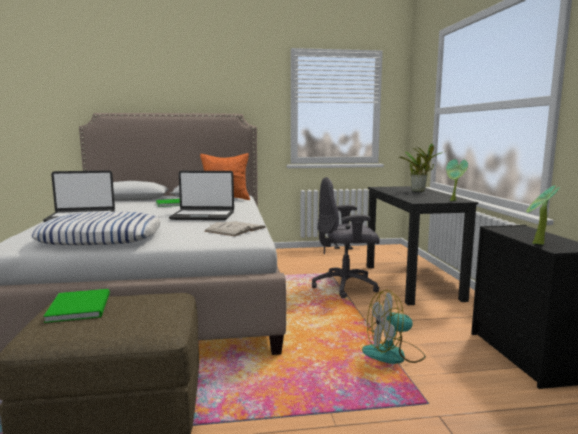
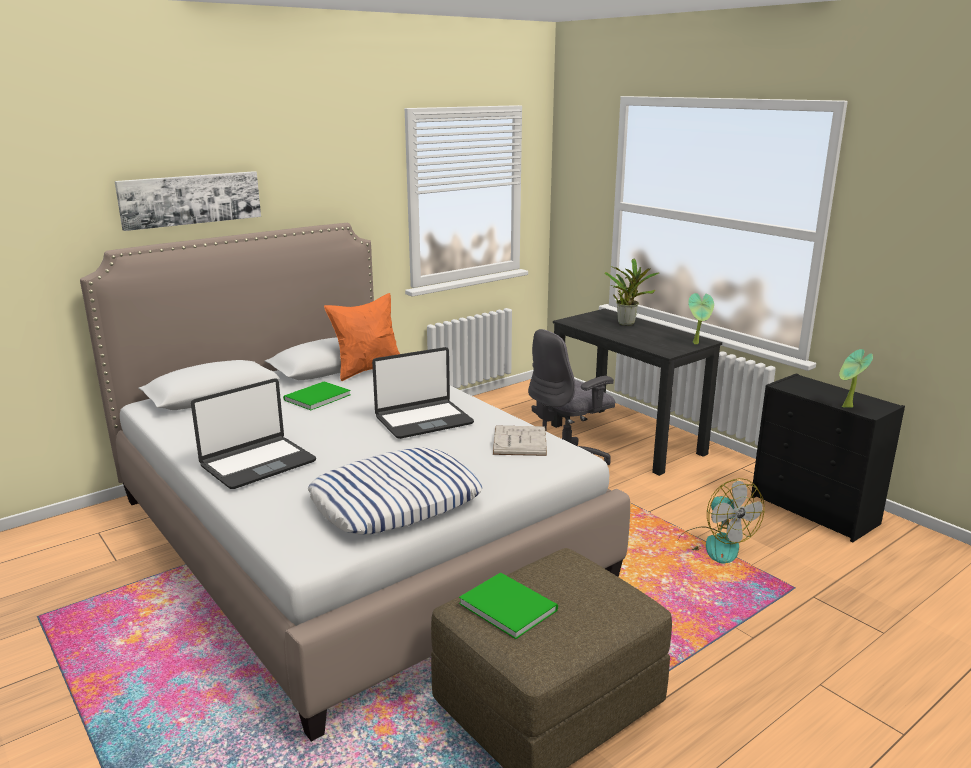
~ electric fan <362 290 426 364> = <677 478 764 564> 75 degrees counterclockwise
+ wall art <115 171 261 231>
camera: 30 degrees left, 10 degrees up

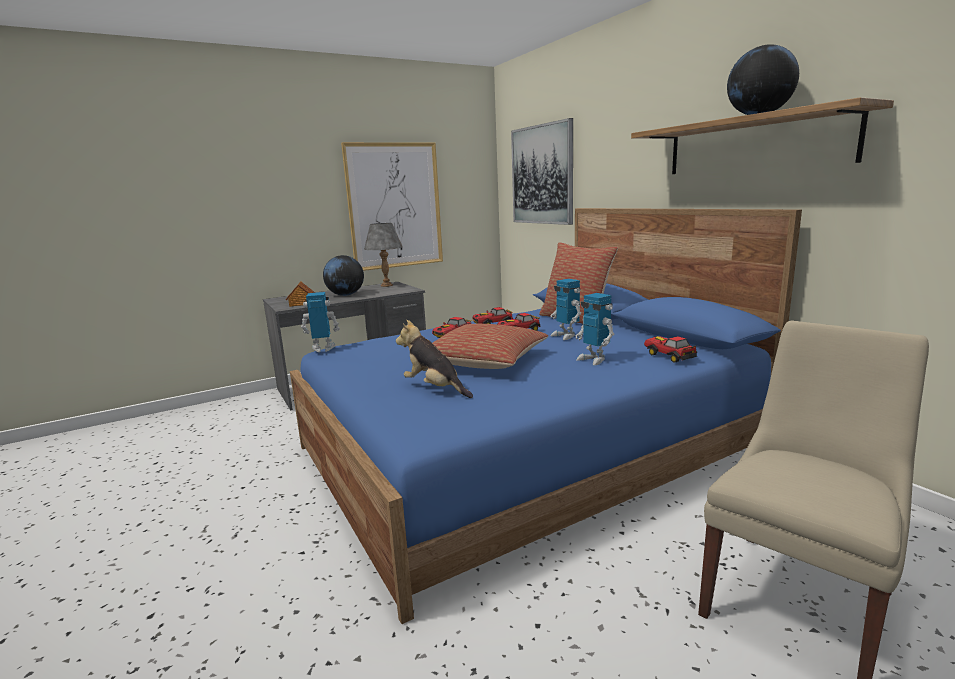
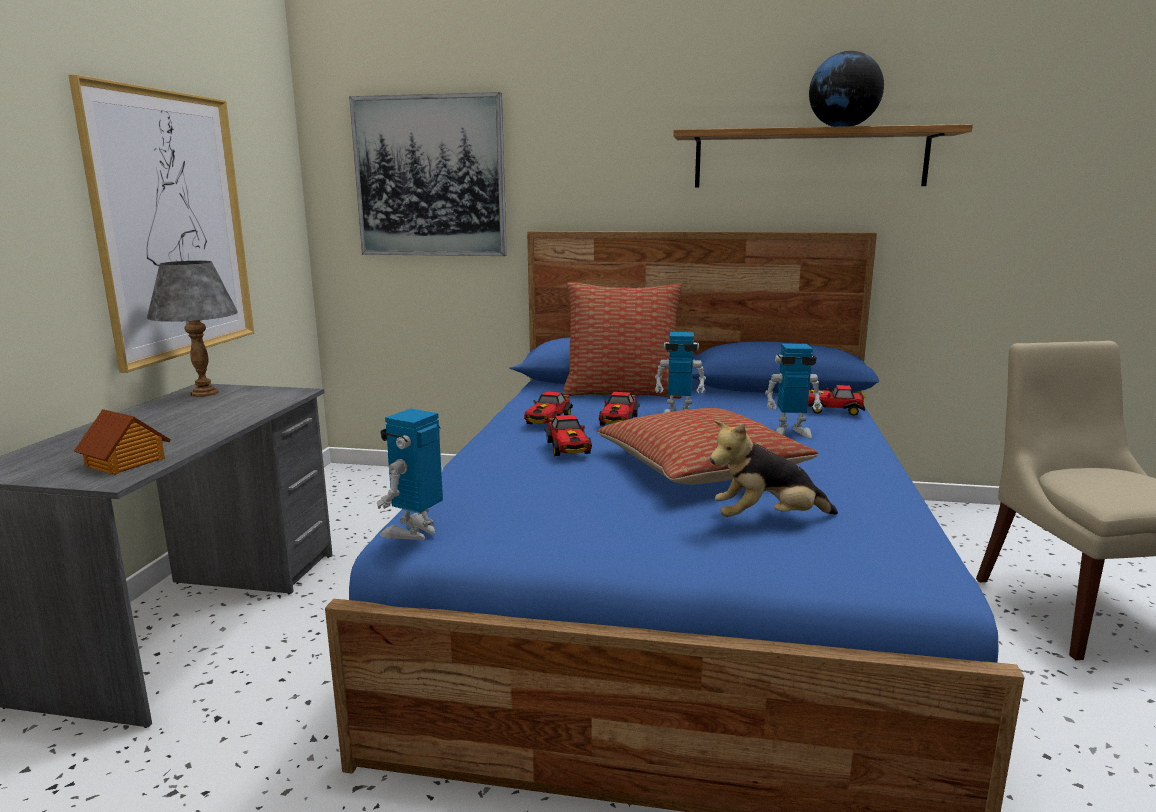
- desk globe <323 255 364 296>
camera: 50 degrees left, 0 degrees up

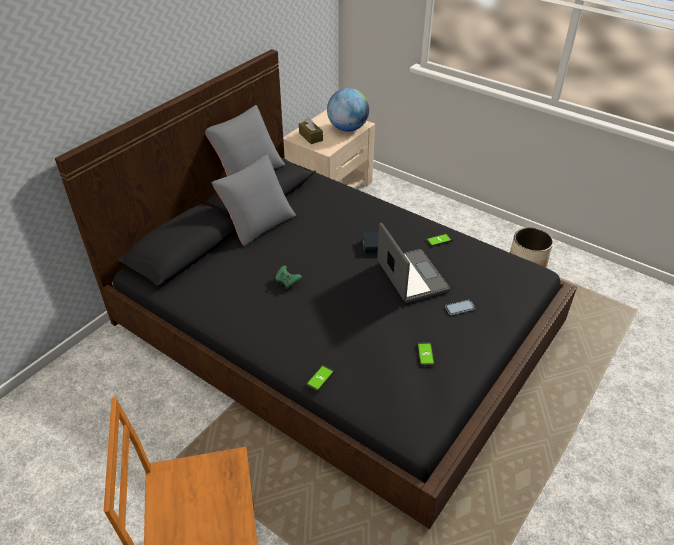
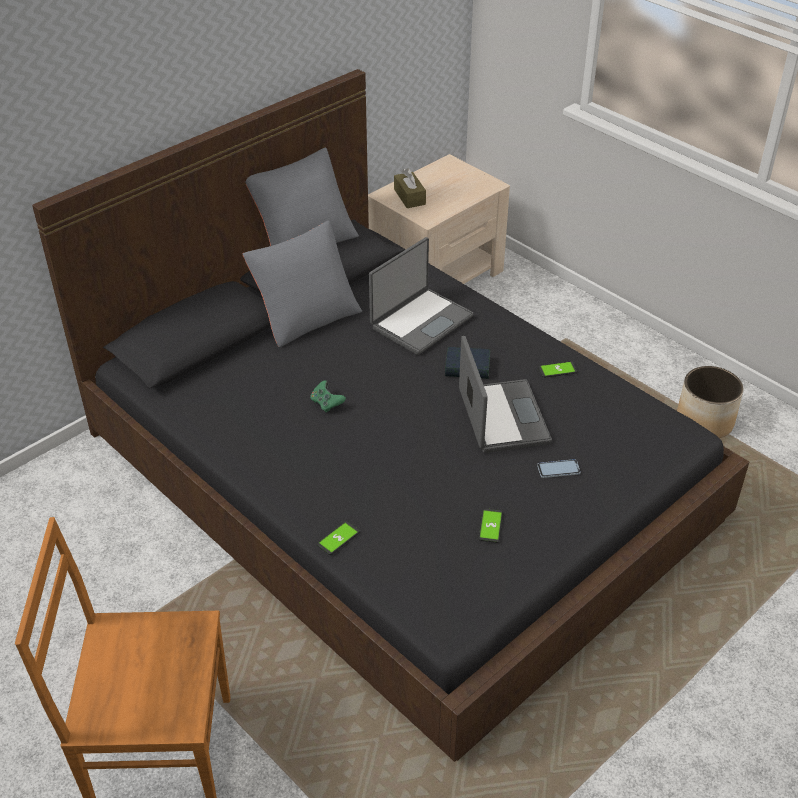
- desk globe <327 88 369 132>
+ portable computer <369 237 474 355>
camera: 10 degrees right, 0 degrees up

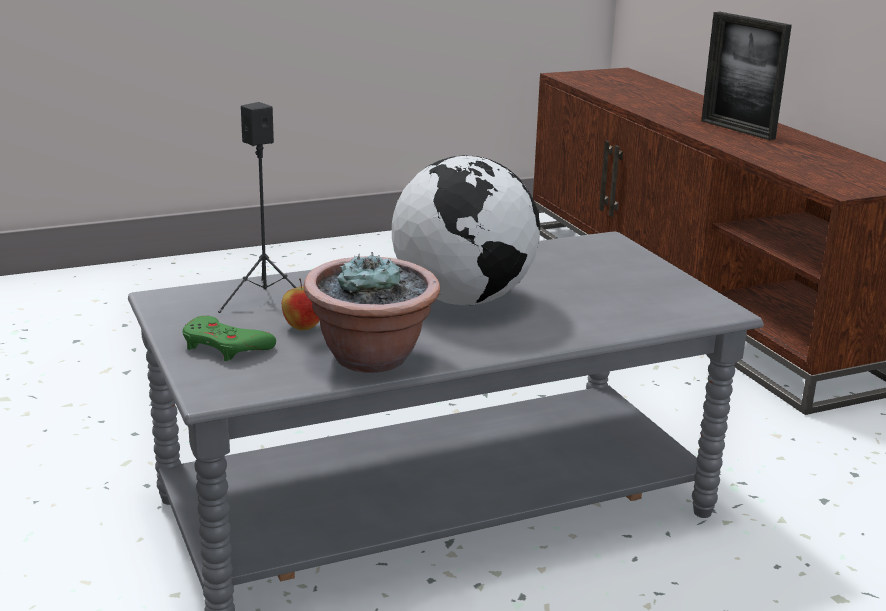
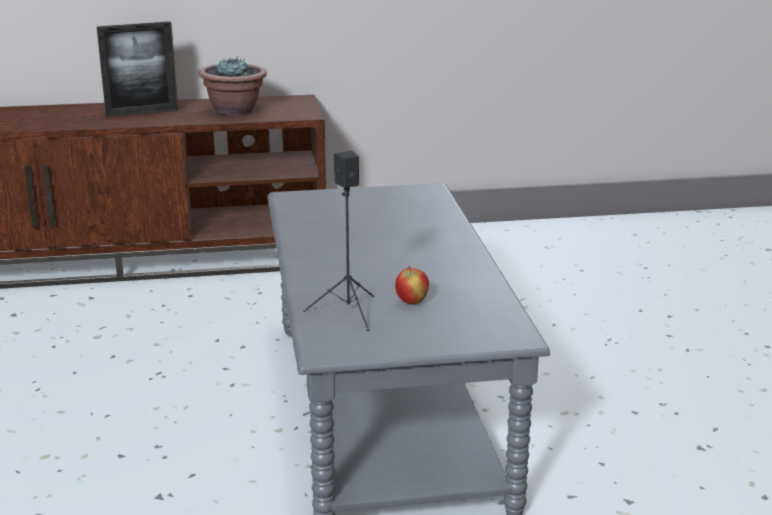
- green-coloured joypad <183 316 276 361>
~ houseplant <303 252 440 373> to <199 57 267 116>
- desk globe <392 155 540 305>
camera: 75 degrees left, 0 degrees up

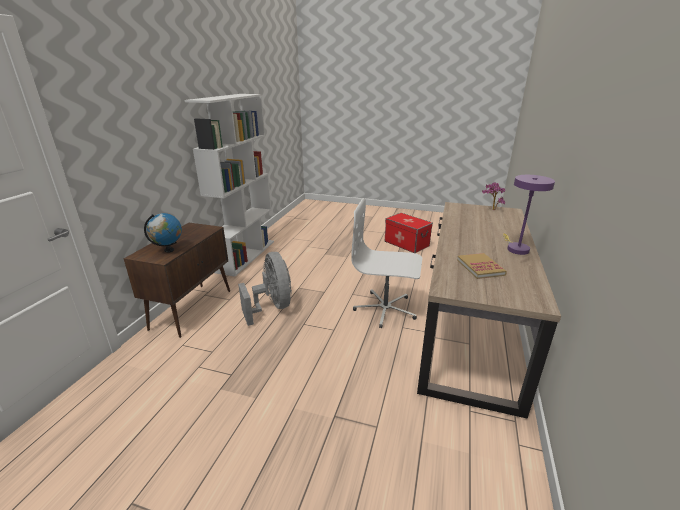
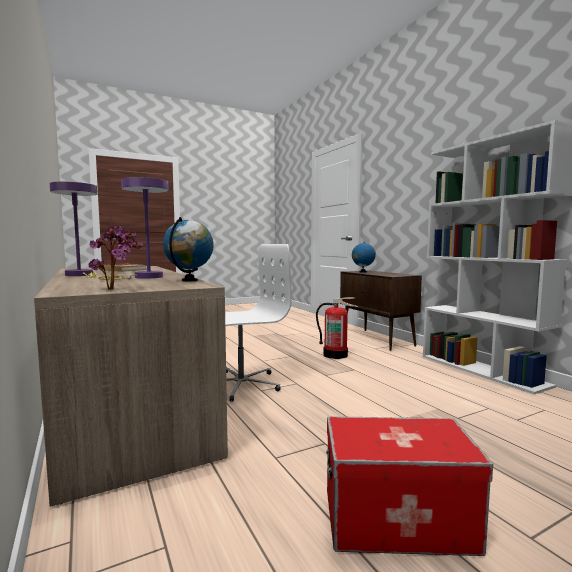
~ gray electric fan <238 252 292 326> to extinguisher <316 297 358 359>
+ purple-coloured table lamp <98 177 169 280>
+ desk globe <163 217 214 281>
camera: 135 degrees right, 20 degrees down

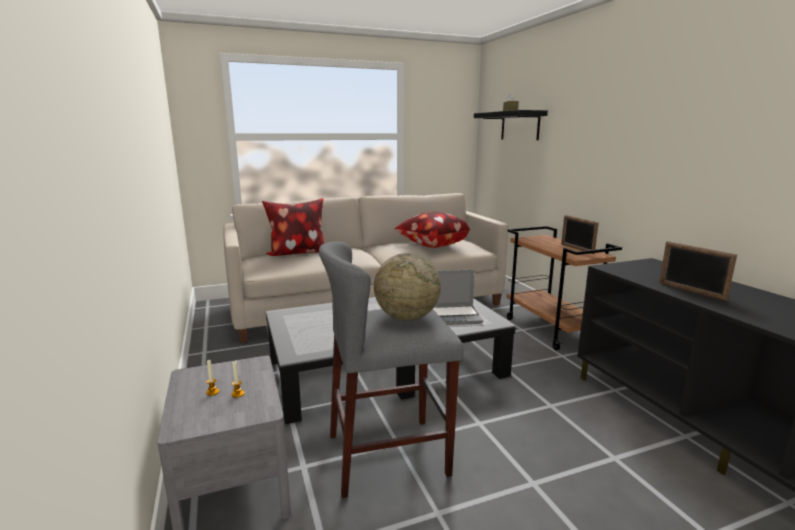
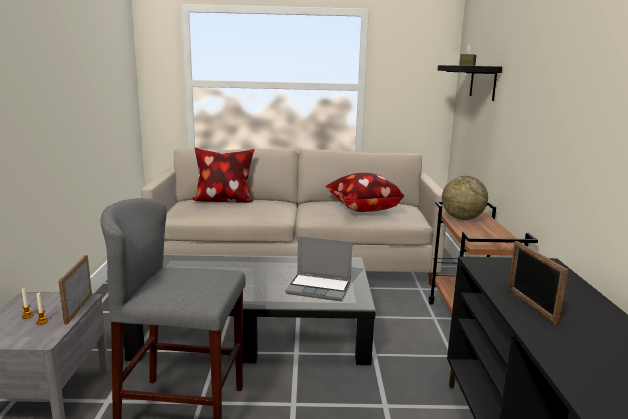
~ desk globe <374 253 441 320> to <442 176 488 220>
~ photo frame <561 215 599 254> to <58 255 92 325>
camera: 20 degrees right, 0 degrees up

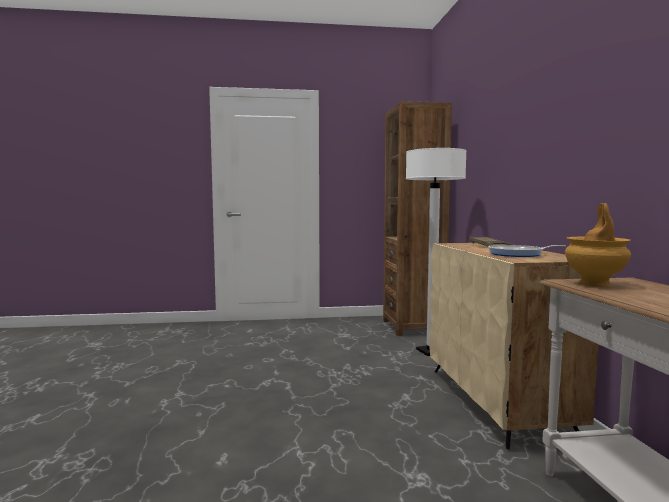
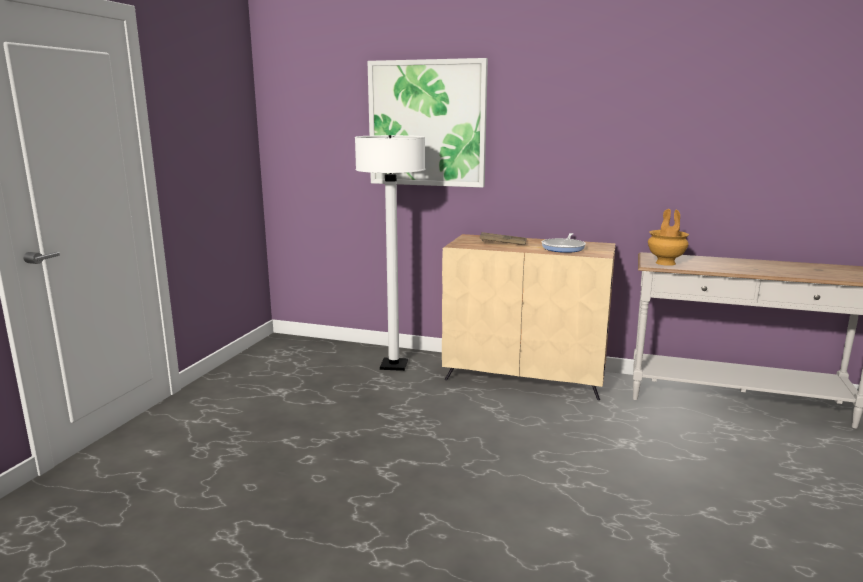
- brown-coloured shelving unit <383 101 452 336>
+ wall art <367 58 488 188>
camera: 65 degrees left, 10 degrees up

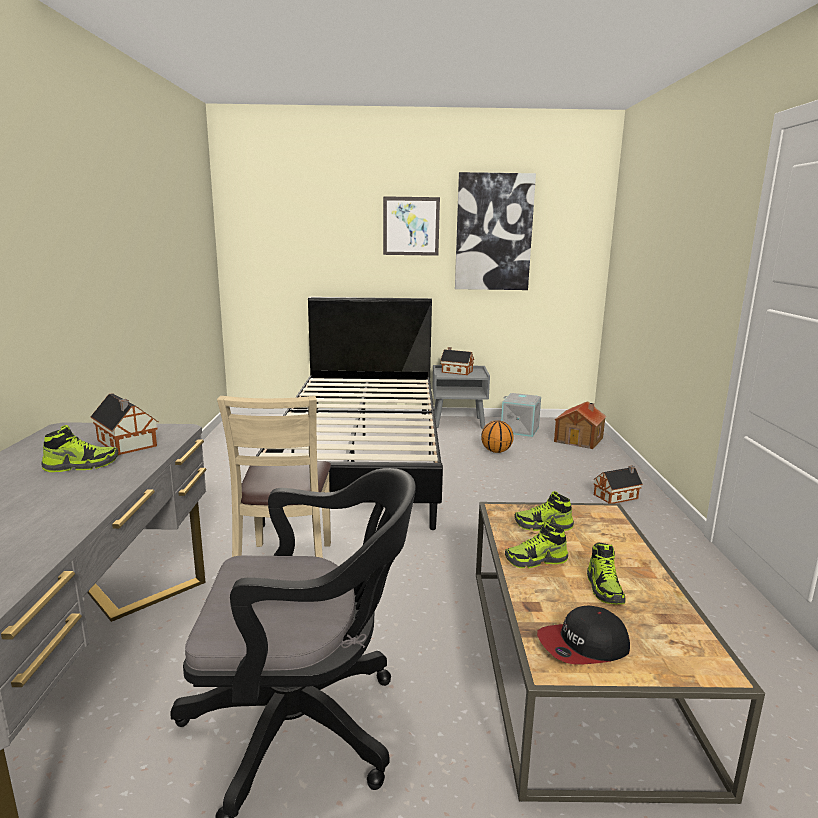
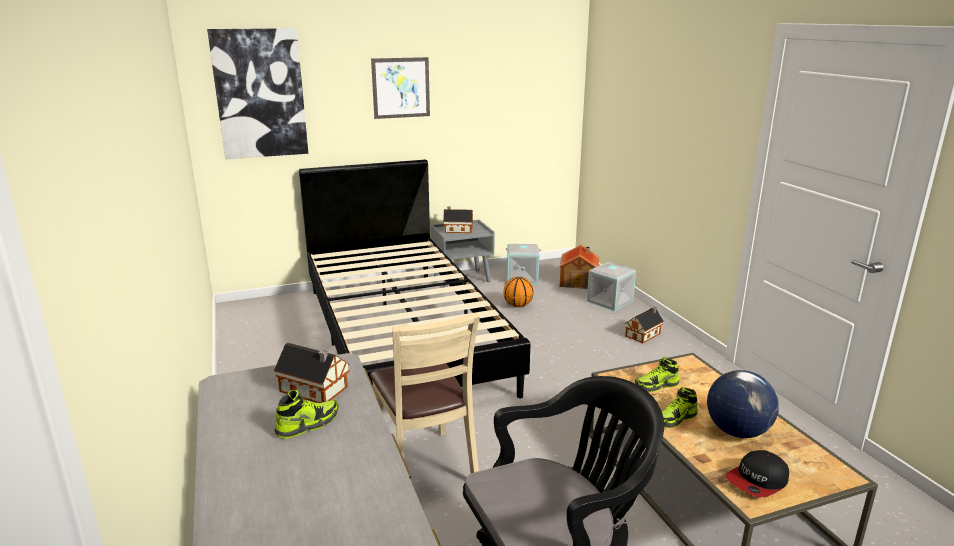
~ wall art <455 172 536 290> to <207 28 308 159>
~ low shoe <587 542 625 604> to desk globe <707 370 779 438>
+ gray storage bin <587 262 636 311>
camera: 20 degrees left, 5 degrees up

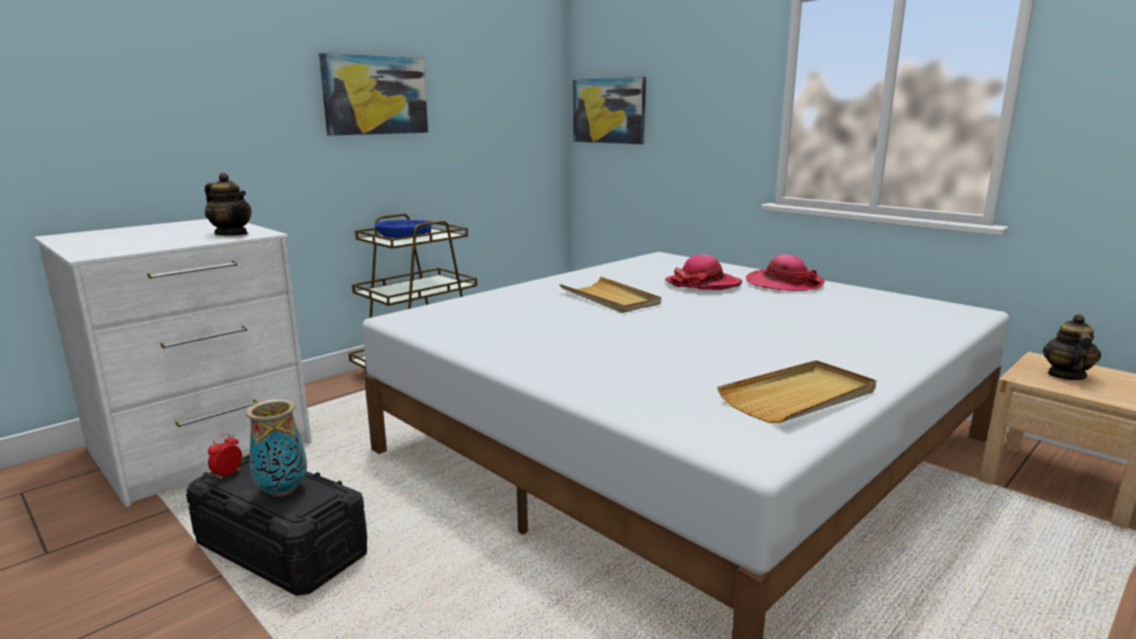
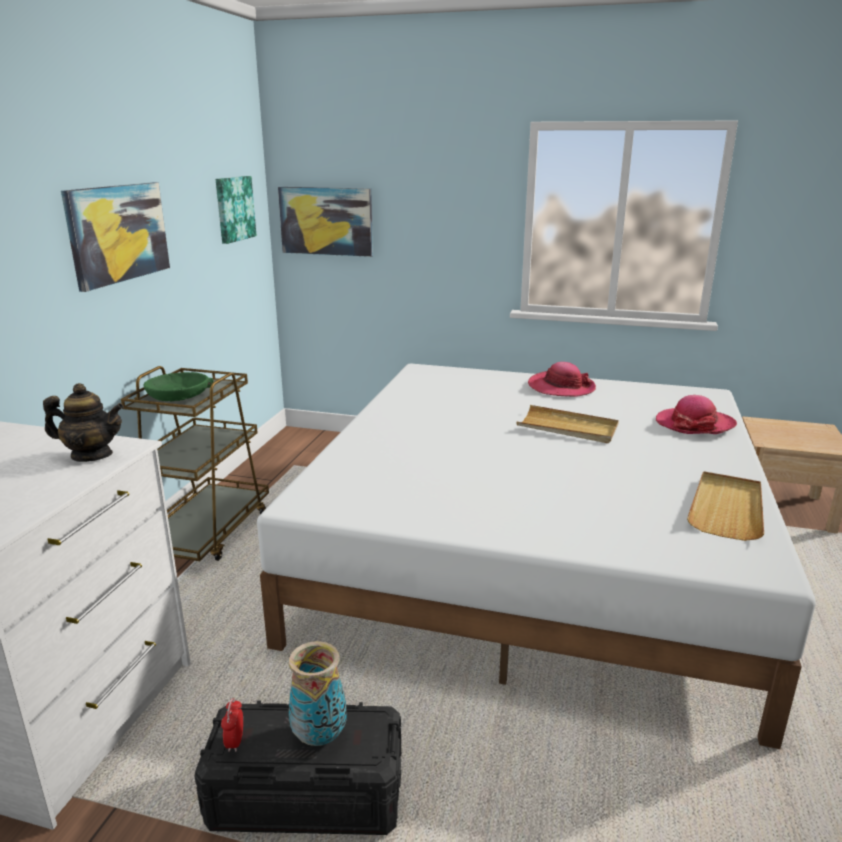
~ bluish bowl <375 220 431 238> to green-coloured bowl <144 372 213 402>
~ sand-coloured serving tray <559 277 661 313> to <517 405 619 443>
~ clothing hat <665 254 742 290> to <656 395 737 434>
- tea pot <1043 314 1101 380>
+ wall art <216 176 257 244>
camera: 30 degrees left, 5 degrees up

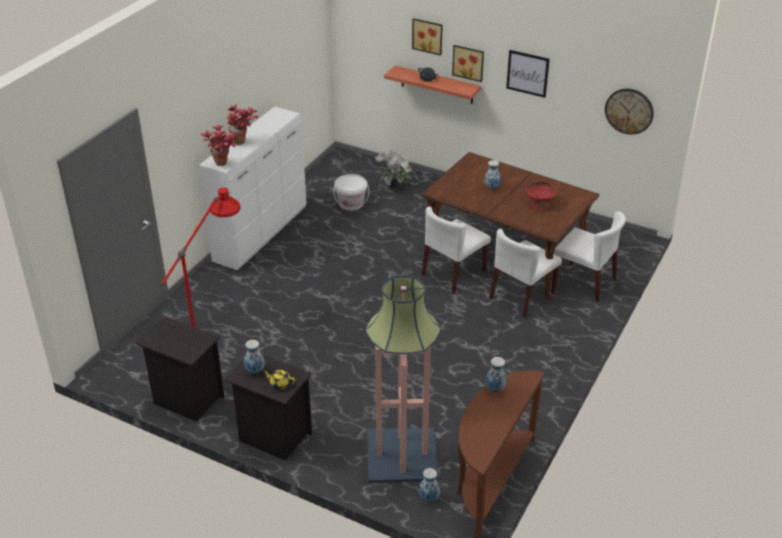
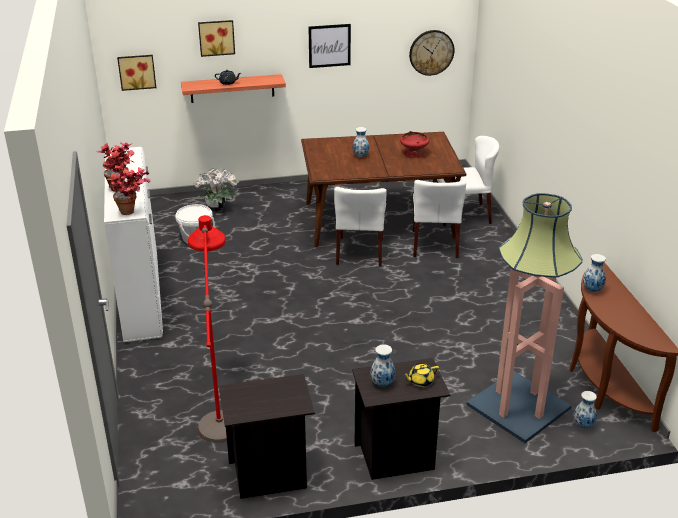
~ wall art <452 45 484 82> to <117 55 156 91>
camera: 40 degrees left, 5 degrees down

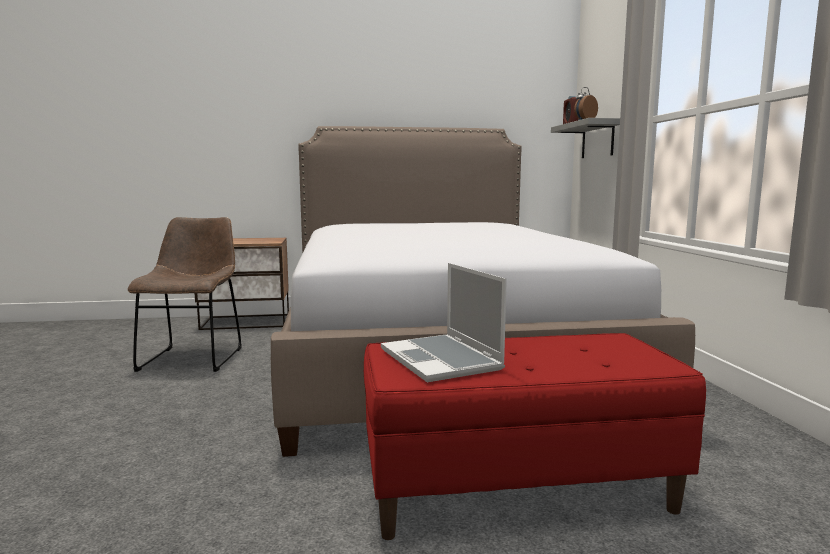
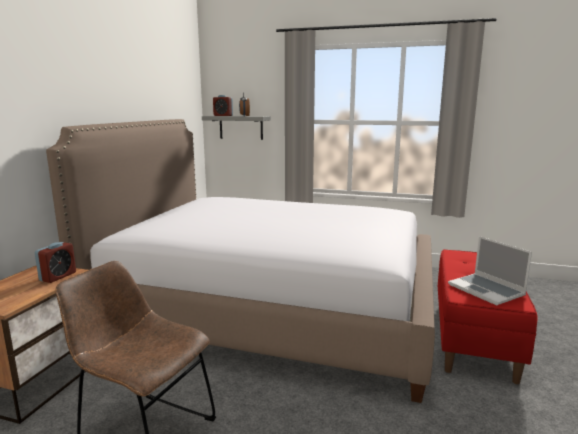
~ portable computer <381 263 507 382> = <448 236 532 305> 60 degrees clockwise
+ bedside clock <35 242 76 283>
camera: 65 degrees left, 5 degrees up

